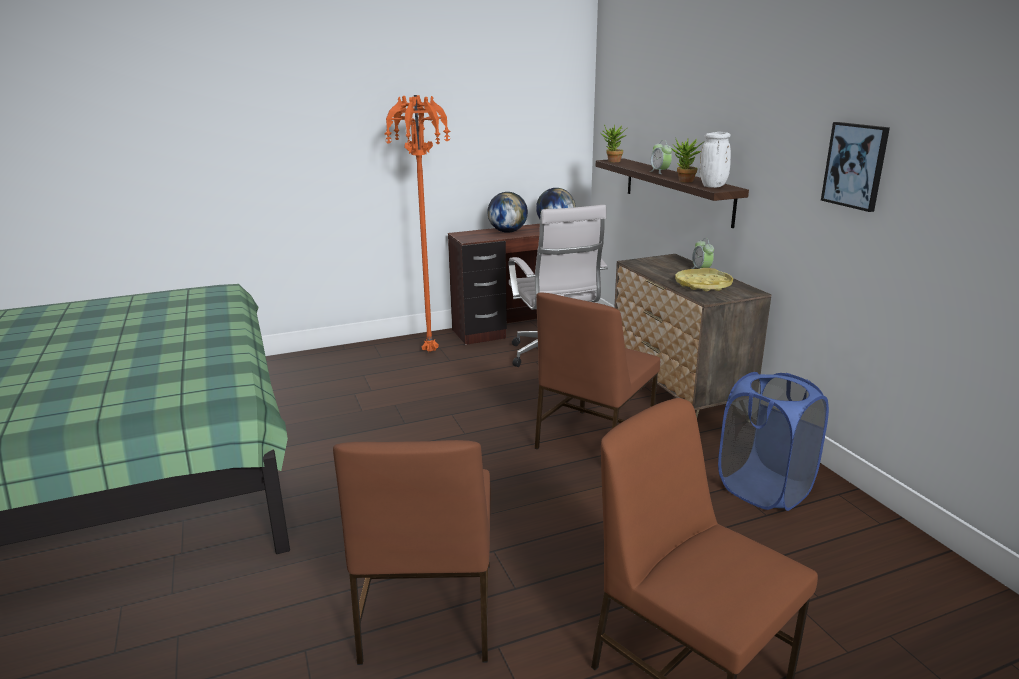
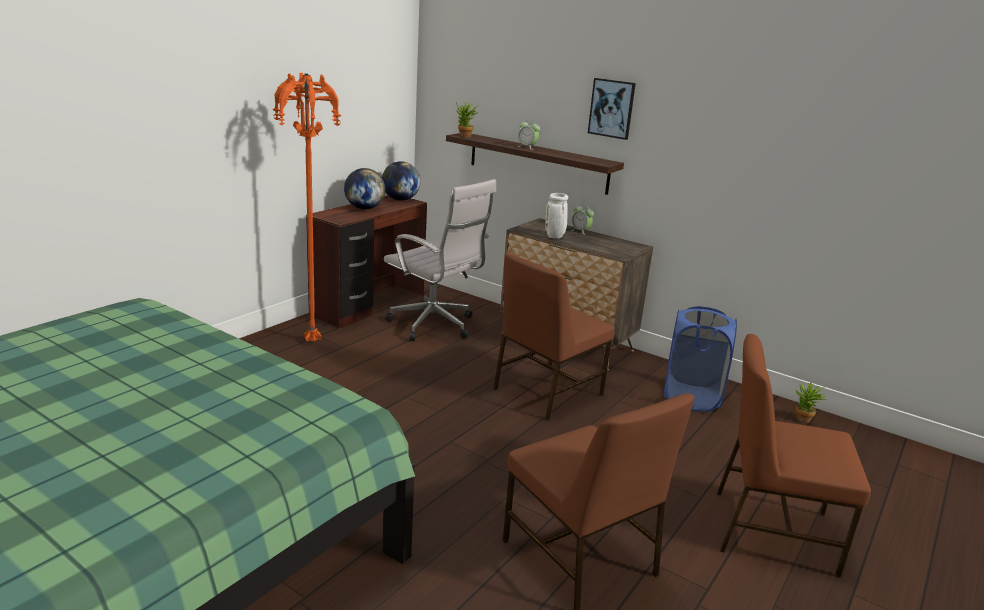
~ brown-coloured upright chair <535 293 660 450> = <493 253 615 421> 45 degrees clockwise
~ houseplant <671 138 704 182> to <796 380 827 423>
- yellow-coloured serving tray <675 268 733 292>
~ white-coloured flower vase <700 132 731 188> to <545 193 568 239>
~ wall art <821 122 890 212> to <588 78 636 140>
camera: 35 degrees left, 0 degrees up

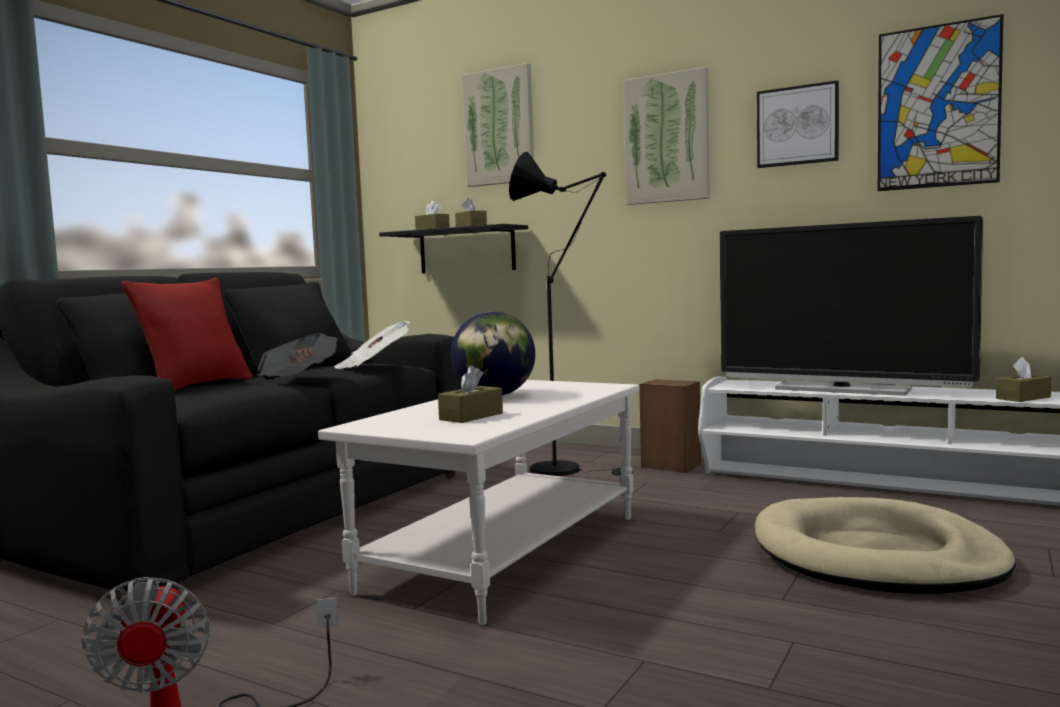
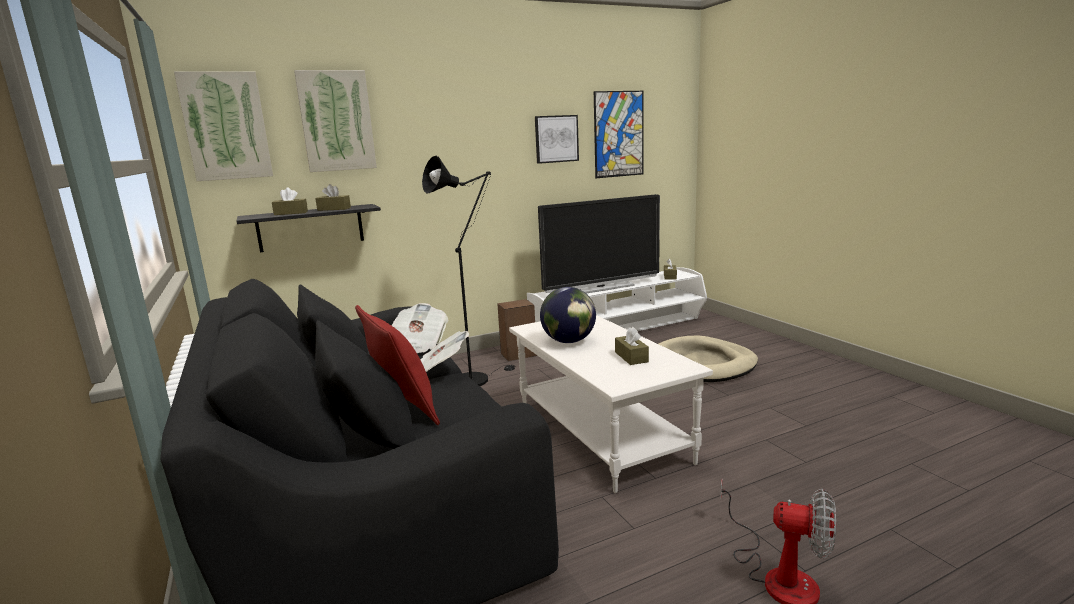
~ wall art <623 67 710 205> to <174 72 273 181>
camera: 55 degrees left, 10 degrees up

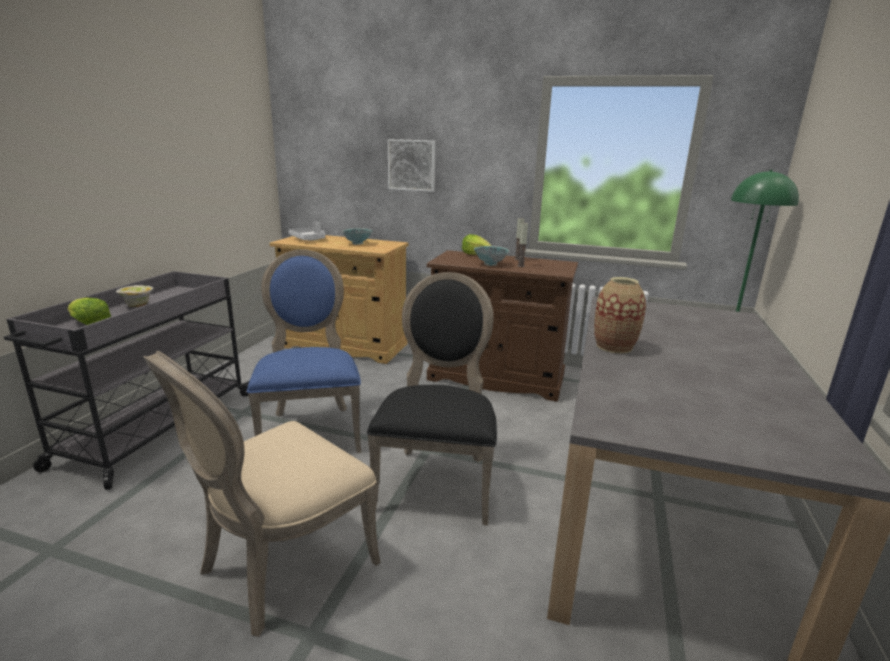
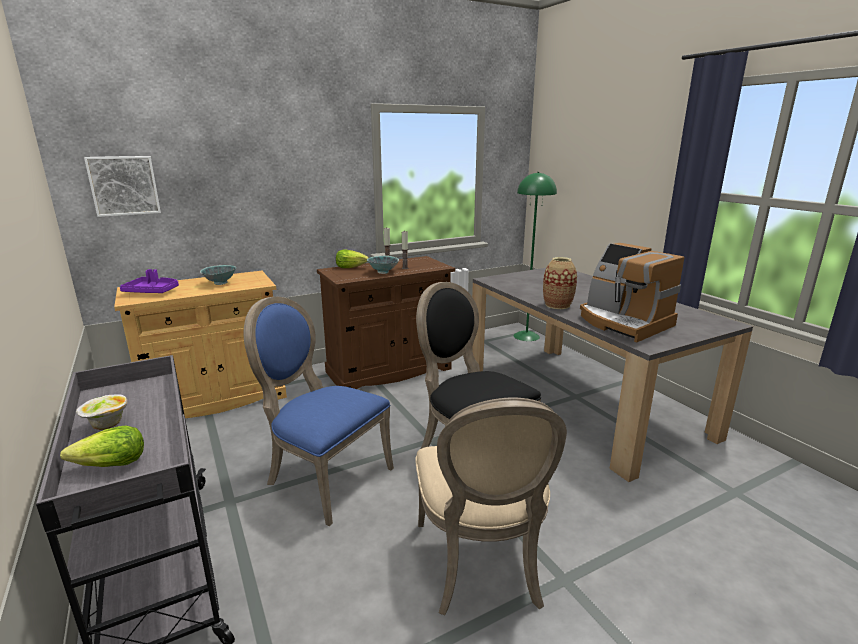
~ white-coloured serving tray <289 222 325 241> to purple-coloured serving tray <120 269 179 293>
~ wall art <388 139 435 192> to <84 156 161 217>
+ coffee machine <580 243 684 343>
camera: 45 degrees left, 0 degrees up

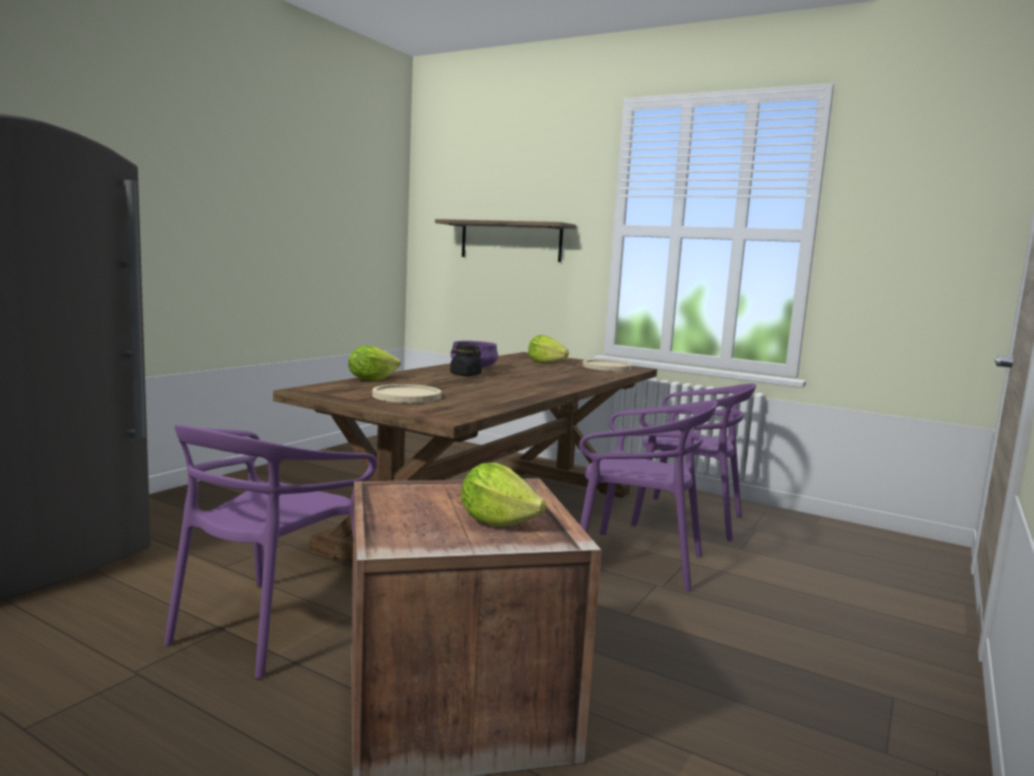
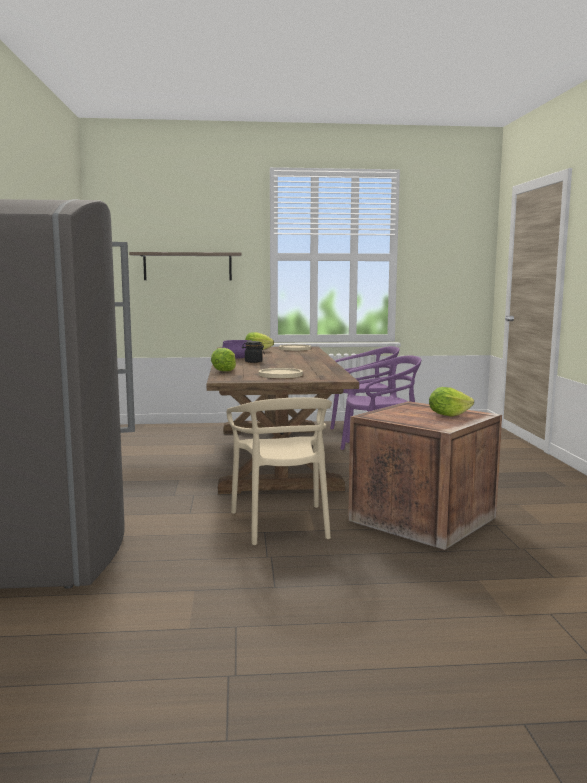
~ purple-coloured upright chair <164 424 377 679> to sand-coloured upright chair <227 397 332 545>
camera: 35 degrees left, 0 degrees up

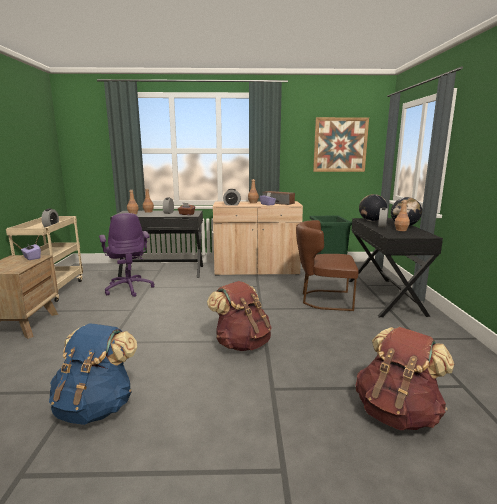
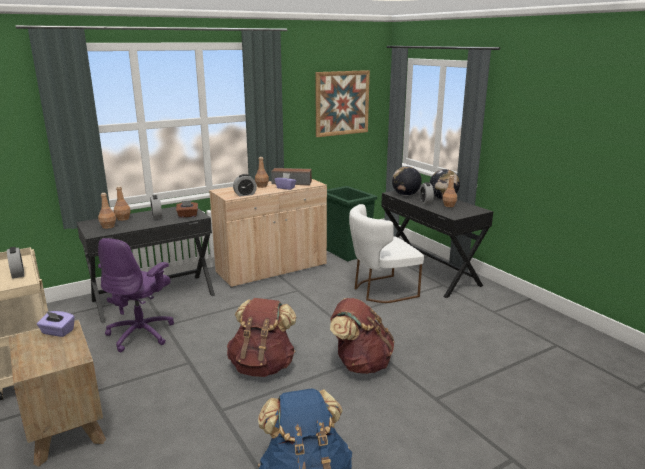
~ purple-coloured office chair <99 213 154 297> = <98 238 174 352> 75 degrees clockwise
~ brown-coloured upright chair <296 220 358 311> to white-coloured upright chair <349 204 424 303>
~ brown-coloured rucksack <356 327 454 430> to <227 298 296 377>
camera: 30 degrees left, 5 degrees up

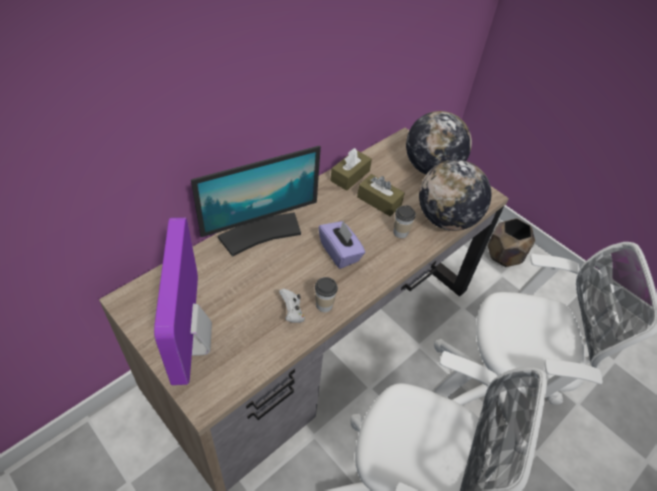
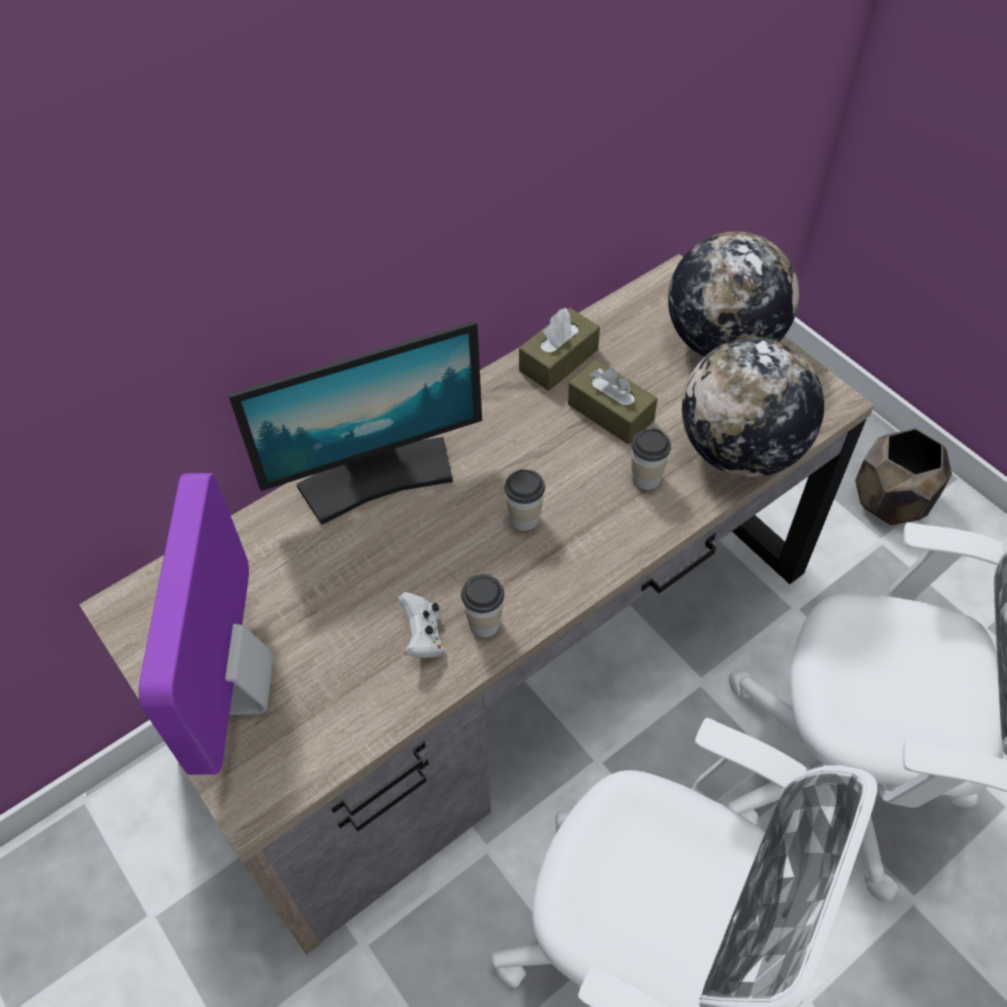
~ purple-coloured tissue holder <319 220 366 269> to small cup <505 469 545 531>
camera: 10 degrees right, 5 degrees up

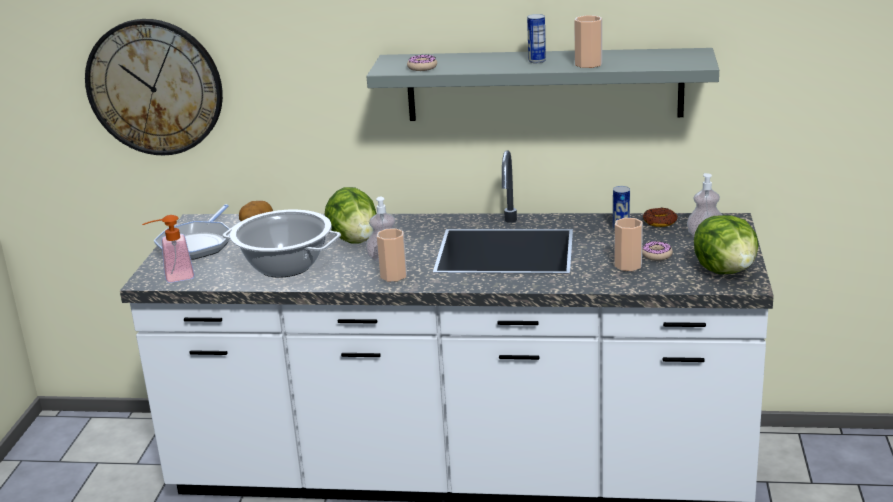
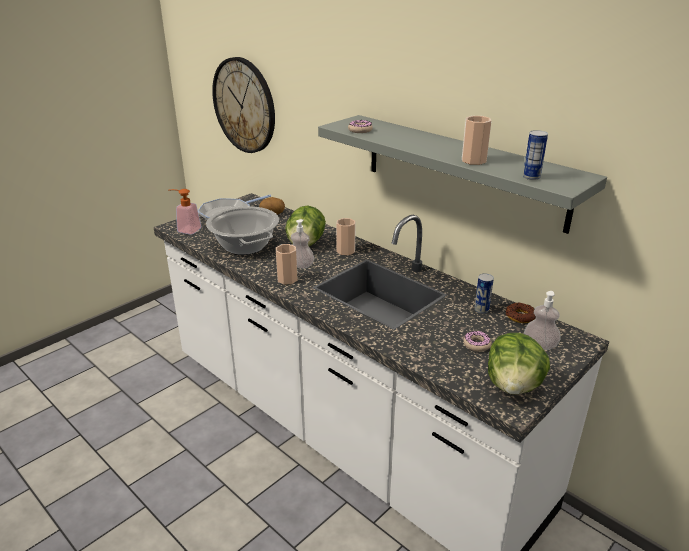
~ can <527 14 546 63> to <523 130 548 180>
~ small cup <614 218 643 271> to <336 218 356 255>
camera: 35 degrees right, 5 degrees up

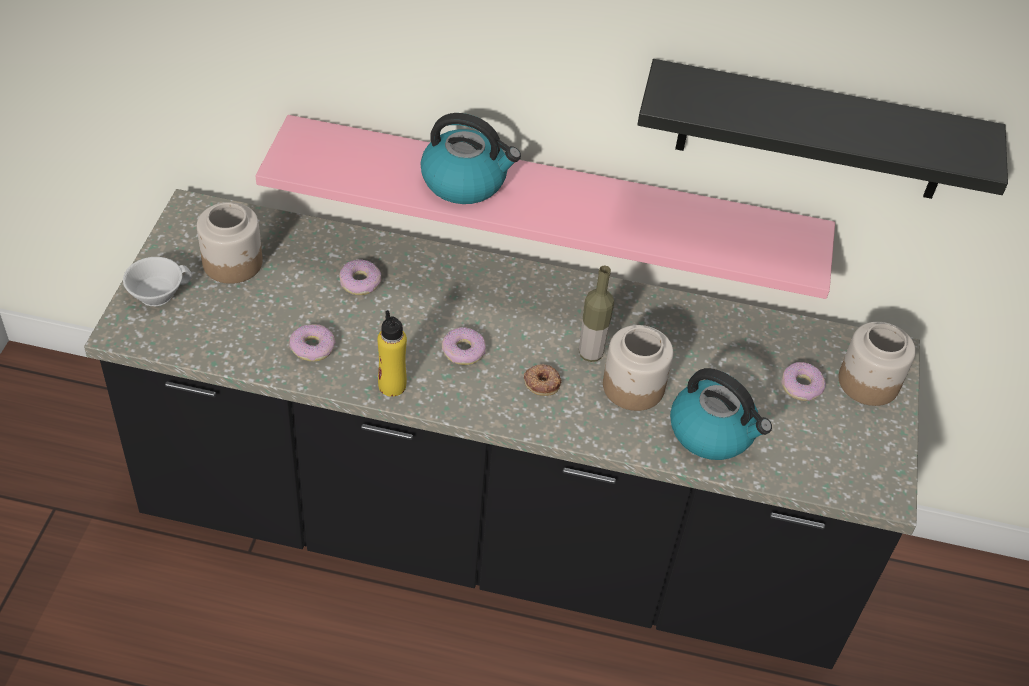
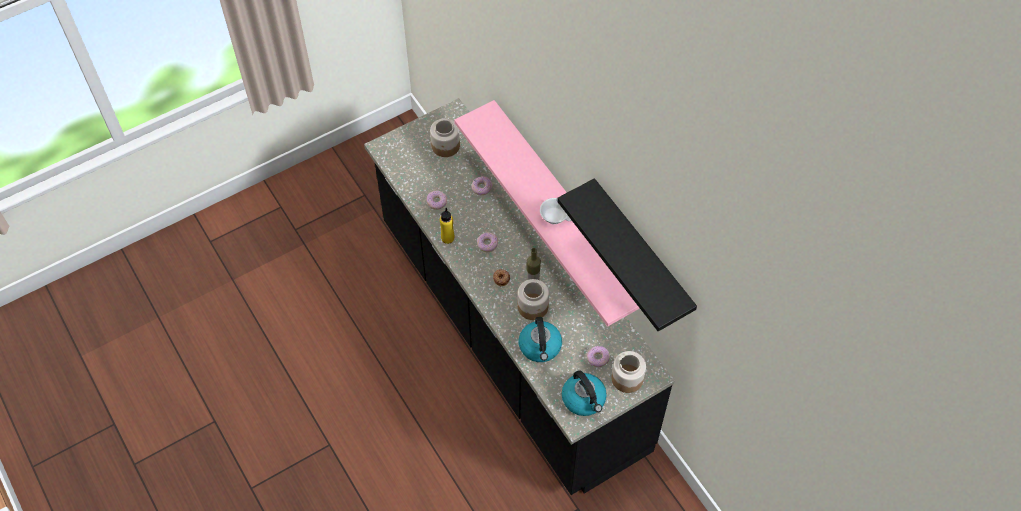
~ white-coloured small cup <123 257 192 306> to <540 198 572 224>
~ water kettle <420 113 521 204> to <562 370 607 416>
camera: 50 degrees right, 10 degrees up

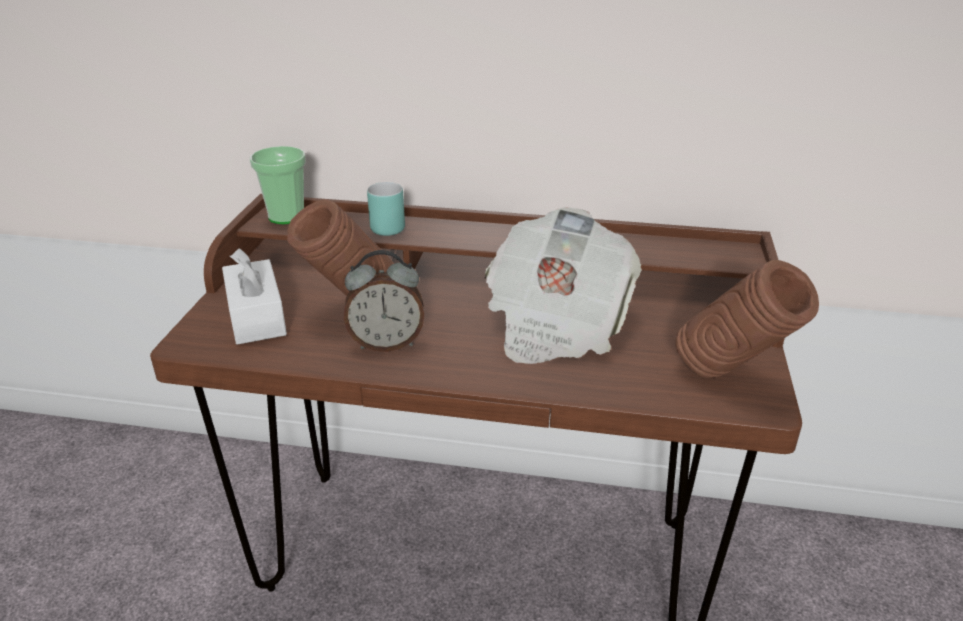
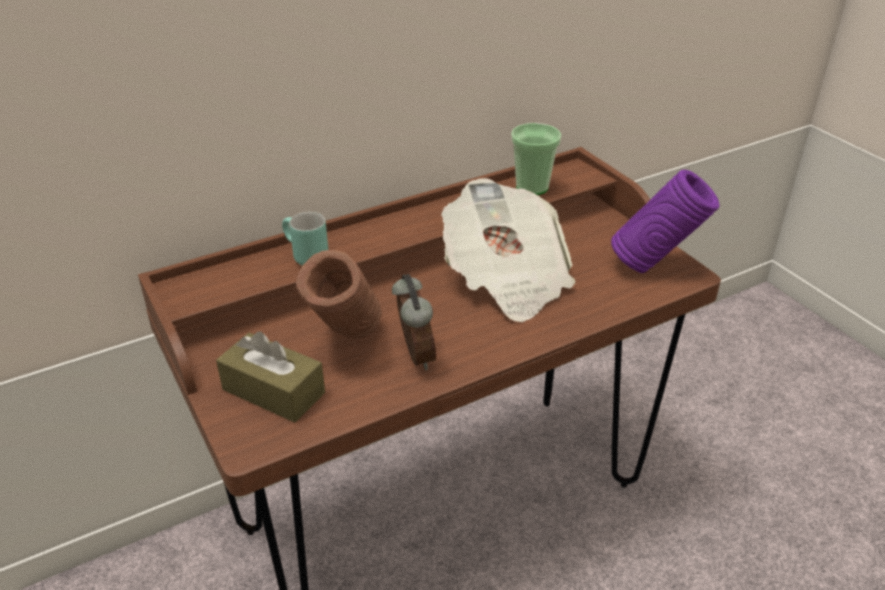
~ white-coloured tissue holder <222 249 287 345> to brown-coloured tissue holder <216 332 325 422>
~ small cup <250 146 306 224> to <511 123 561 195>
~ bedside clock <344 250 424 352> = <392 274 436 370> 60 degrees counterclockwise
~ brown-coloured flower vase <675 260 819 378> to purple-coloured flower vase <611 170 720 273>
camera: 40 degrees left, 5 degrees up

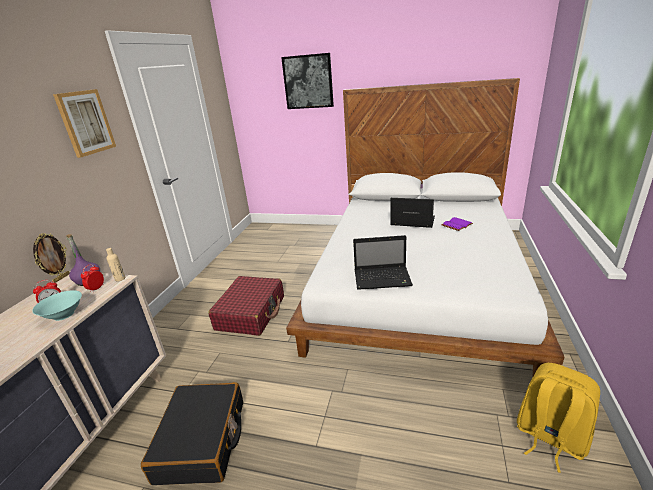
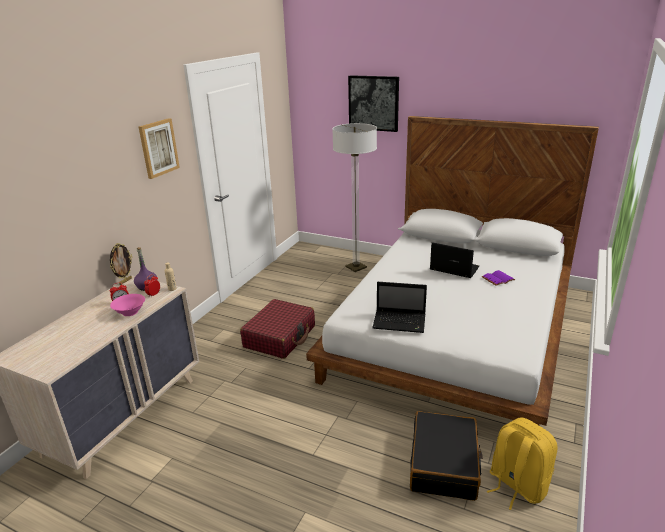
~ blue-green bowl <32 290 82 321> to pinkish bowl <110 294 145 316>
~ blackish suitcase <141 382 243 485> to <410 411 483 501>
+ standing lamp <332 123 377 272>
camera: 10 degrees right, 0 degrees up

